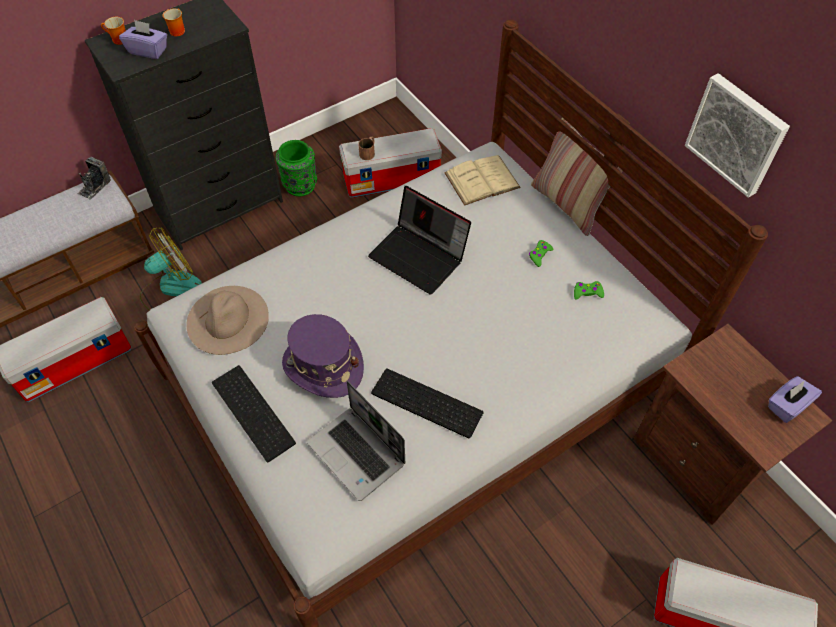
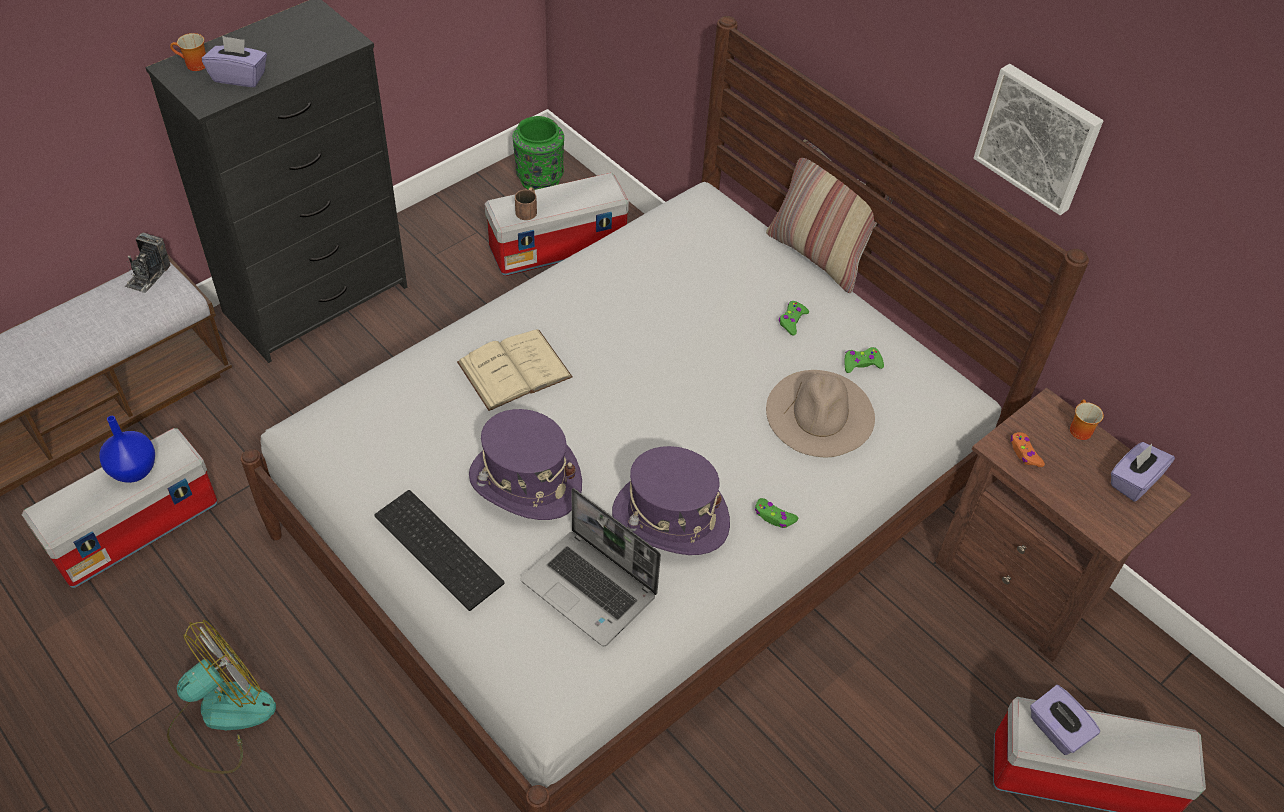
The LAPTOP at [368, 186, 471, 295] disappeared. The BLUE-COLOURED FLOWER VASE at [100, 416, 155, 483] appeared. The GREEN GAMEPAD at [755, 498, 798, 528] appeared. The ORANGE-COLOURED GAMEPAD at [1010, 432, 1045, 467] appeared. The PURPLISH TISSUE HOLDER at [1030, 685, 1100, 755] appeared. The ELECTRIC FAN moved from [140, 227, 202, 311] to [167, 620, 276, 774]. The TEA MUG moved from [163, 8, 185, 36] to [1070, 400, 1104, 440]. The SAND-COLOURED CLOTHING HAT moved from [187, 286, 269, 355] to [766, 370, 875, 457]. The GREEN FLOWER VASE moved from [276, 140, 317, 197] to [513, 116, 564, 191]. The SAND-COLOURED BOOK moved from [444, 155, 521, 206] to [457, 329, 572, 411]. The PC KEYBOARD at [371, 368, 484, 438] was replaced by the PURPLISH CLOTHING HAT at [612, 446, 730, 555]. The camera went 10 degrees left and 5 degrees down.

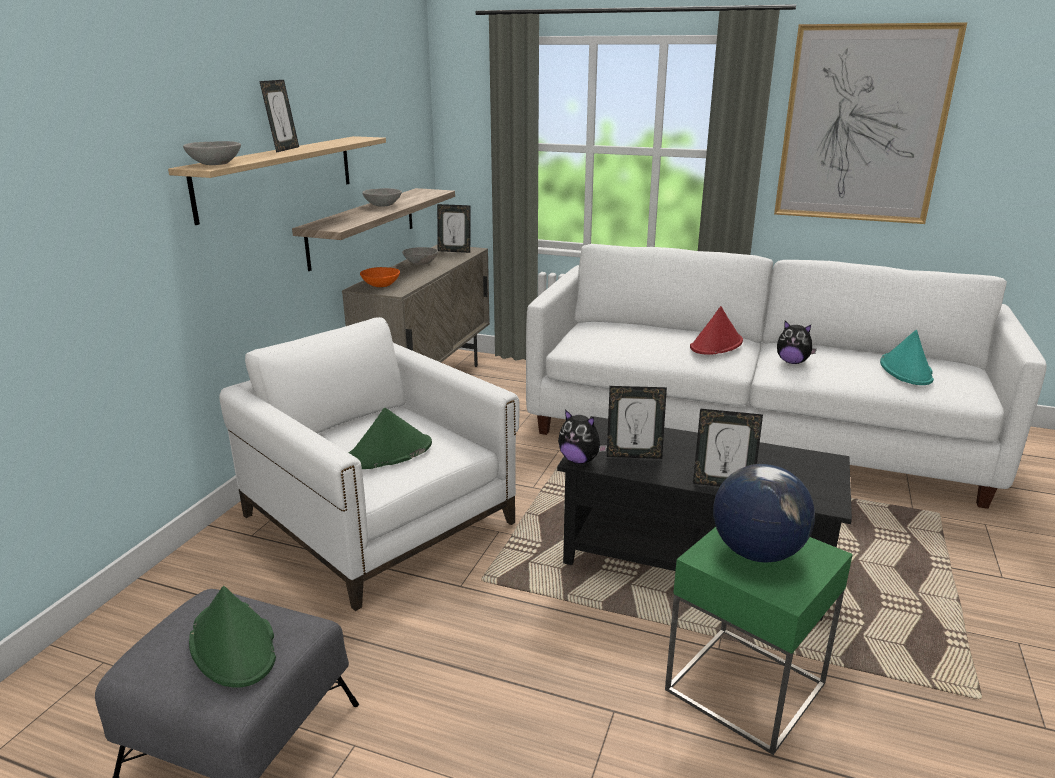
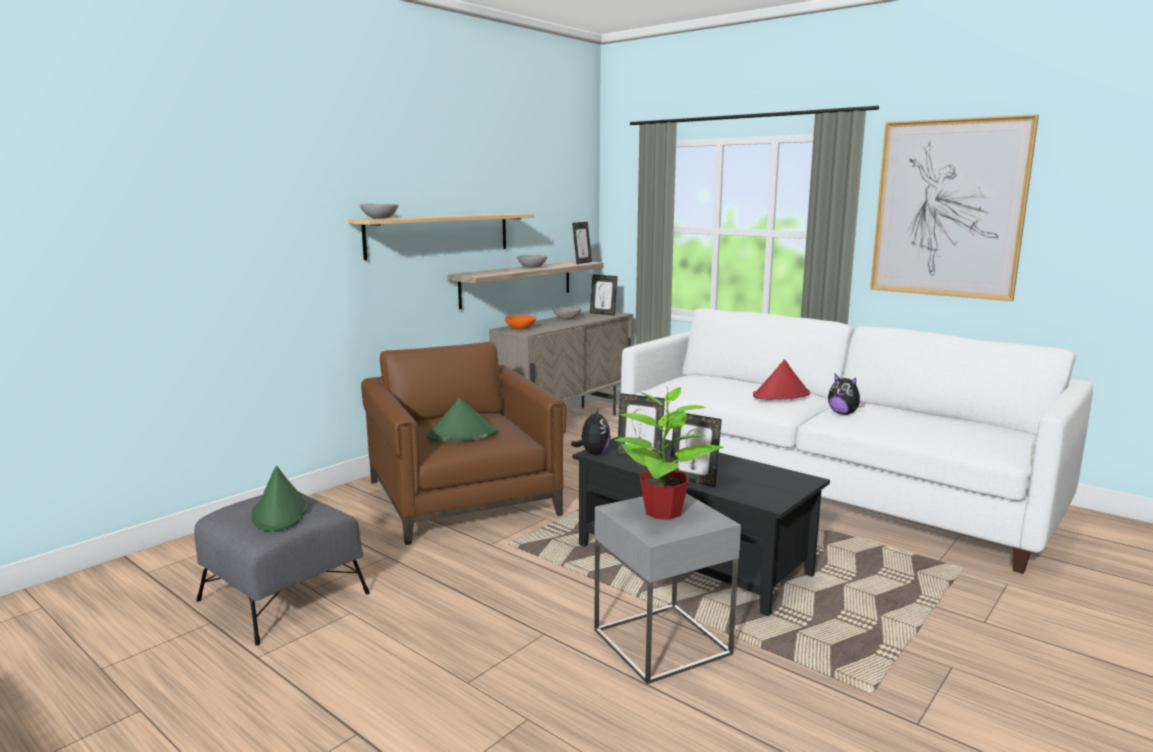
The TURQUOISE-COLOURED CLOTHING HAT at [880, 330, 934, 385] disappeared. The PHOTO FRAME moved from [259, 80, 299, 153] to [572, 222, 592, 264]. The WORLD GLOBE at [713, 464, 815, 562] was replaced by the PLANT IN A POT at [614, 386, 724, 520]. The WHITE EASY CHAIR at [219, 317, 519, 611] became the BROWNISH EASY CHAIR at [361, 342, 566, 545]. The GREEN ACCENT TABLE at [665, 527, 853, 755] became the GRAY ACCENT TABLE at [594, 493, 741, 684]. The CUDDLY TOY at [558, 410, 607, 464] turned 135 degrees counterclockwise. The camera went 20 degrees right and 10 degrees down.

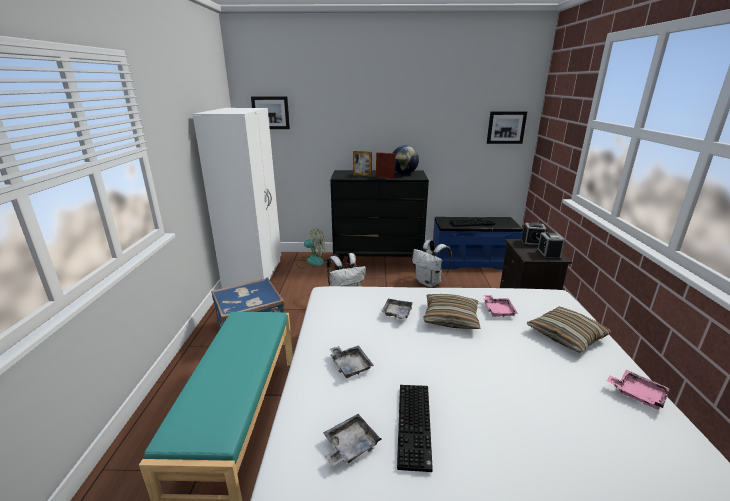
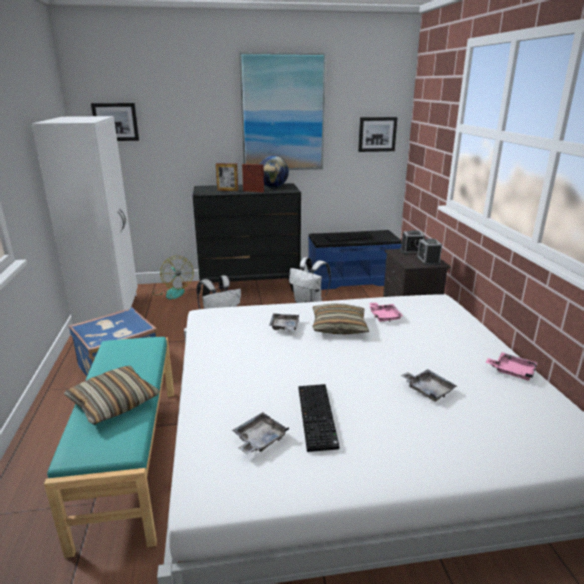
The WALL PICTURE at [239, 52, 326, 170] appeared. The GRAY SERVING TRAY moved from [330, 345, 374, 378] to [400, 369, 457, 402]. The CUSHION moved from [527, 307, 611, 353] to [64, 366, 160, 425]. The ELECTRIC FAN at [296, 228, 325, 269] turned 60 degrees clockwise. The camera went 10 degrees left and 0 degrees up.

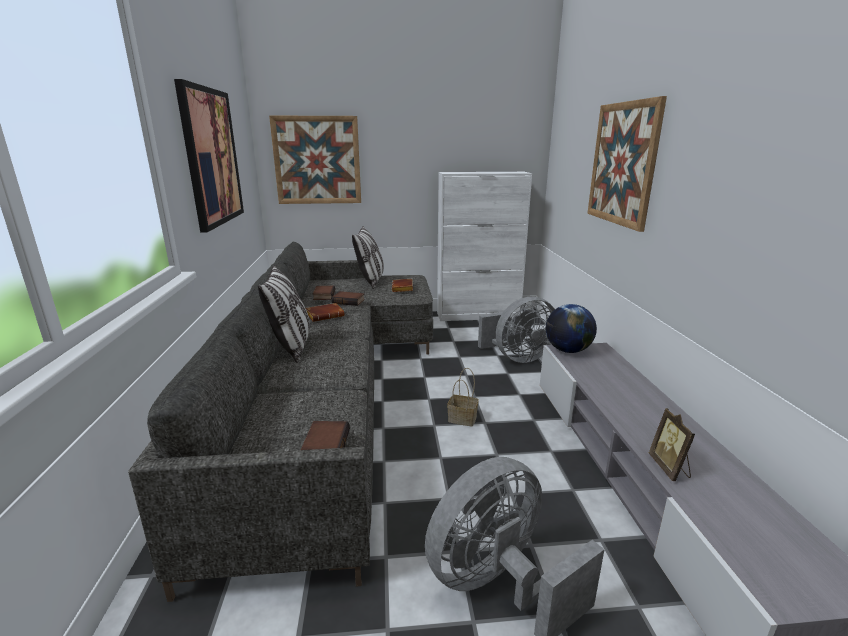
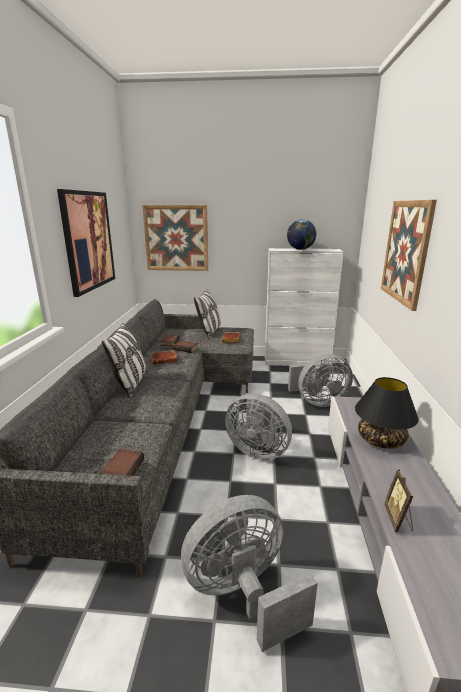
The BLACKISH TABLE LAMP at [355, 377, 419, 449] appeared. The WORLD GLOBE moved from [546, 304, 597, 353] to [287, 219, 316, 250]. The BASKET at [447, 368, 479, 426] was replaced by the GRAY ELECTRIC FAN at [225, 394, 292, 460]. The camera went 10 degrees right and 0 degrees up.

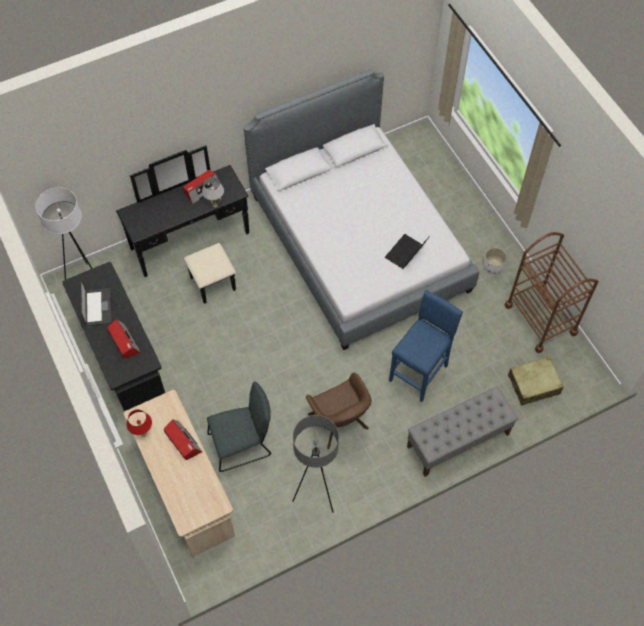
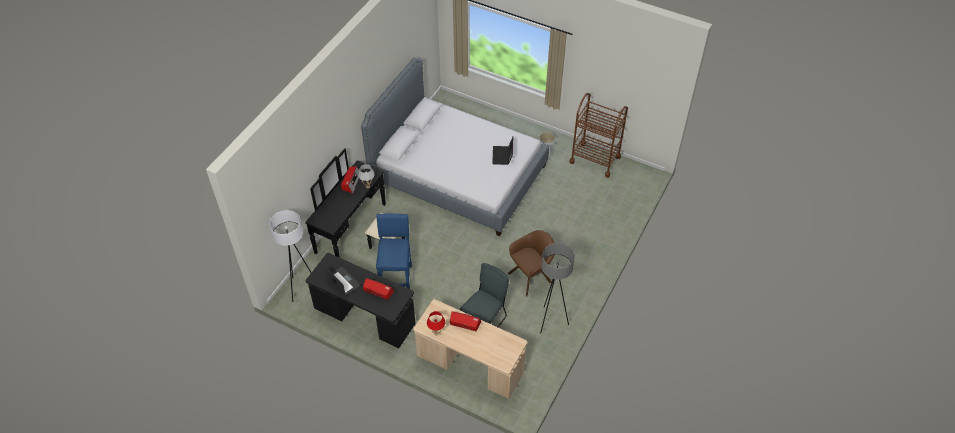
The GRAY LONG SEAT at [407, 386, 518, 477] disappeared. The SAND-COLOURED PIECE OF LUGGAGE at [508, 356, 563, 406] disappeared. The BLUE-COLOURED STOOL moved from [389, 290, 463, 402] to [376, 214, 412, 289]. The BROWNISH EASY CHAIR at [306, 373, 372, 449] turned 60 degrees counterclockwise. The camera went 35 degrees left and 10 degrees down.

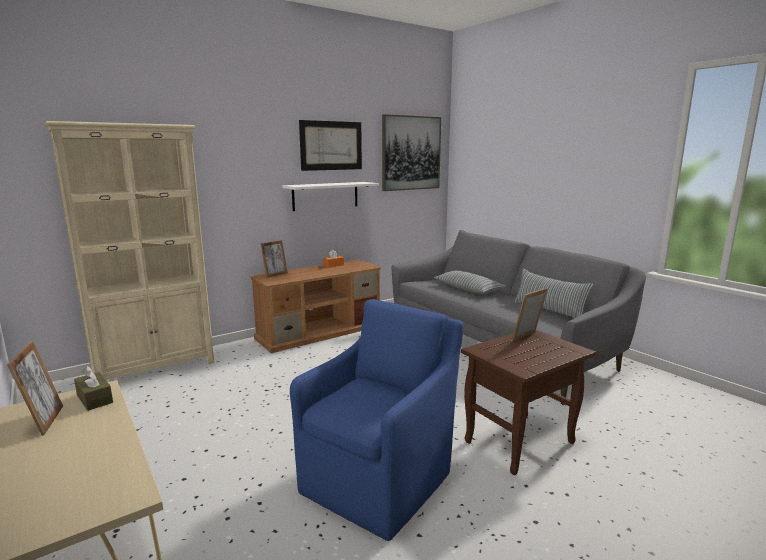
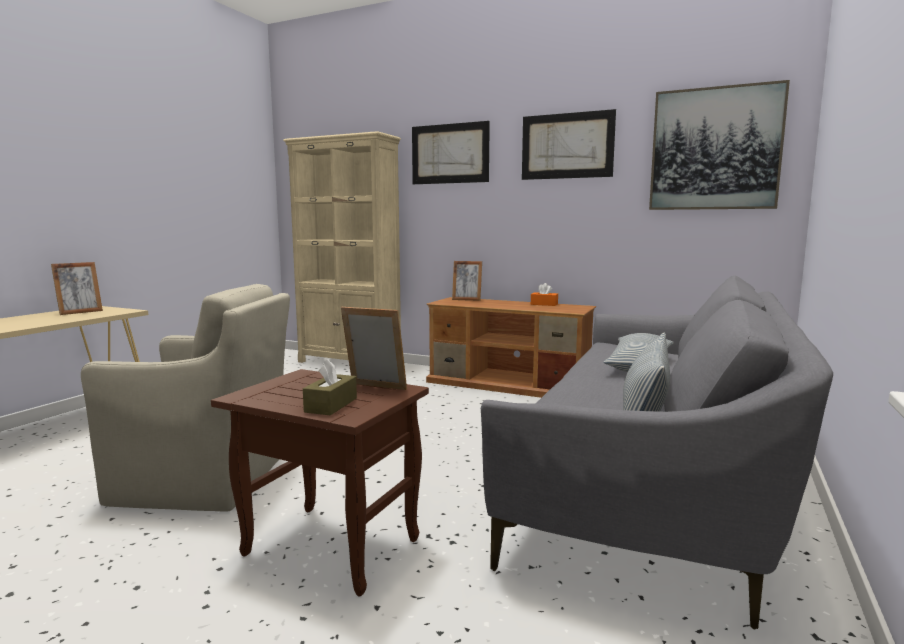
The WHITE WALL SHELF at [282, 182, 379, 211] disappeared. The WALL PICTURE at [412, 121, 490, 184] appeared. The BROWNISH TISSUE HOLDER moved from [74, 366, 113, 411] to [303, 359, 357, 415]. The BLUE-COLOURED EASY CHAIR at [290, 299, 463, 541] became the SAND-COLOURED EASY CHAIR at [81, 284, 290, 512]. The camera went 60 degrees right and 5 degrees down.

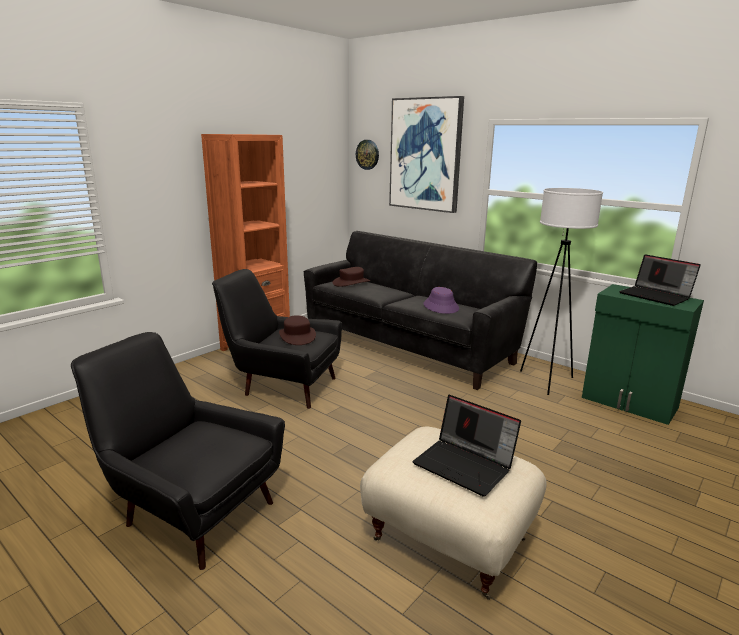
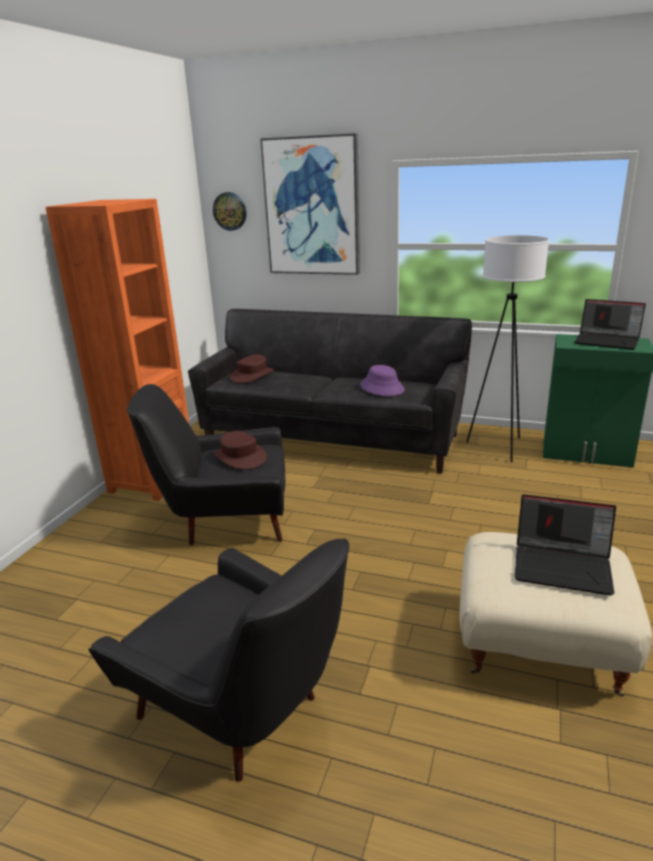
The BLACKISH EASY CHAIR at [71, 332, 285, 570] turned 150 degrees counterclockwise. The camera went 20 degrees left and 5 degrees up.

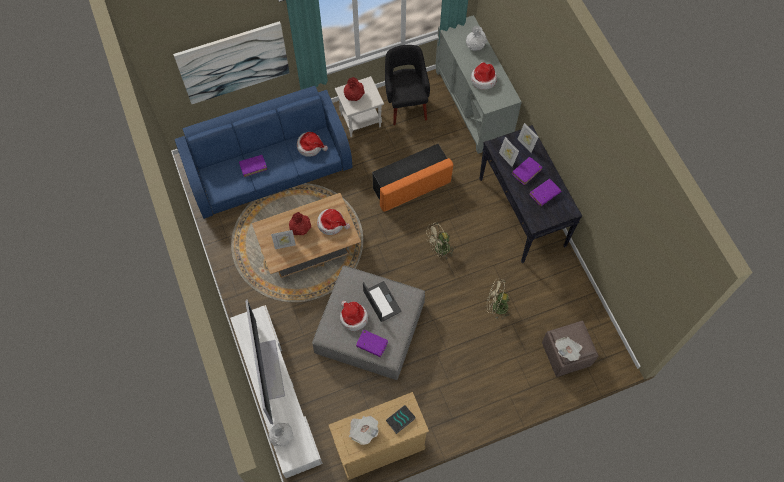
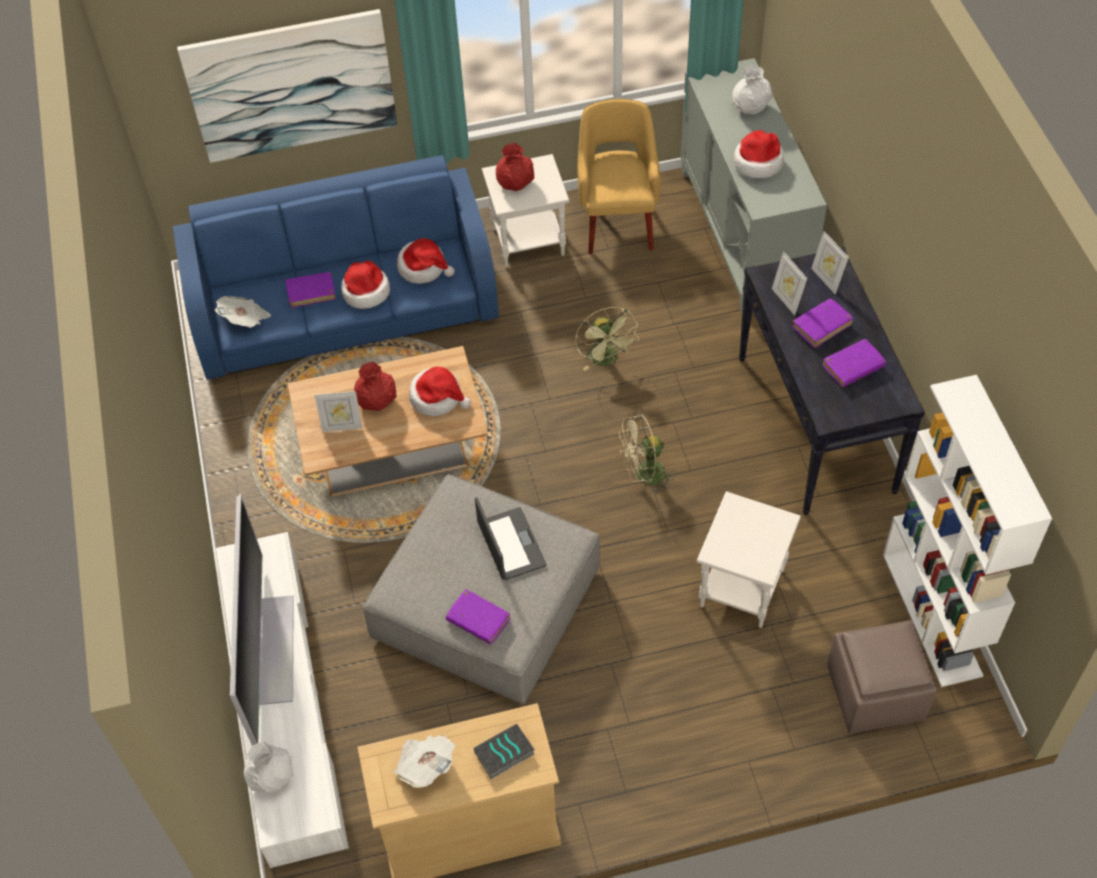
The WHITE BOOKCASE at [883, 375, 1052, 687] appeared. The CLOTHING HAT moved from [340, 301, 368, 331] to [341, 260, 390, 309]. The NEWSPAPER moved from [555, 337, 582, 361] to [215, 296, 271, 328]. The ORANGE-COLOURED FOOTREST at [372, 144, 453, 212] was replaced by the GREEN ELECTRIC FAN at [575, 307, 639, 371]. The SAND-COLOURED ELECTRIC FAN at [486, 278, 512, 320] was replaced by the WHITE ACCENT TABLE at [697, 491, 801, 628]. The BLACKISH EASY CHAIR at [385, 45, 430, 125] became the YELLOWISH EASY CHAIR at [578, 99, 661, 254]. The camera went 10 degrees right and 10 degrees down.

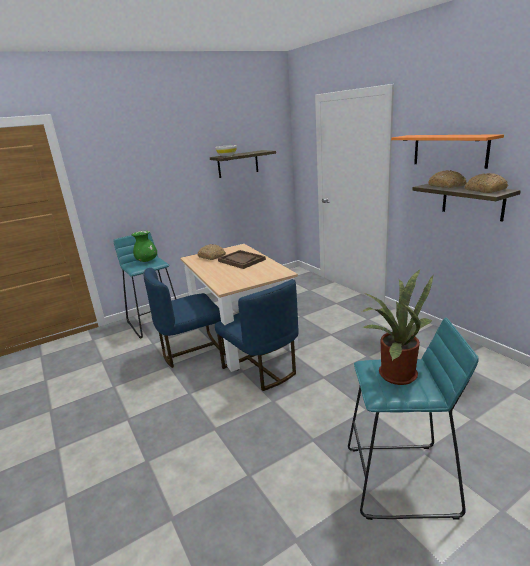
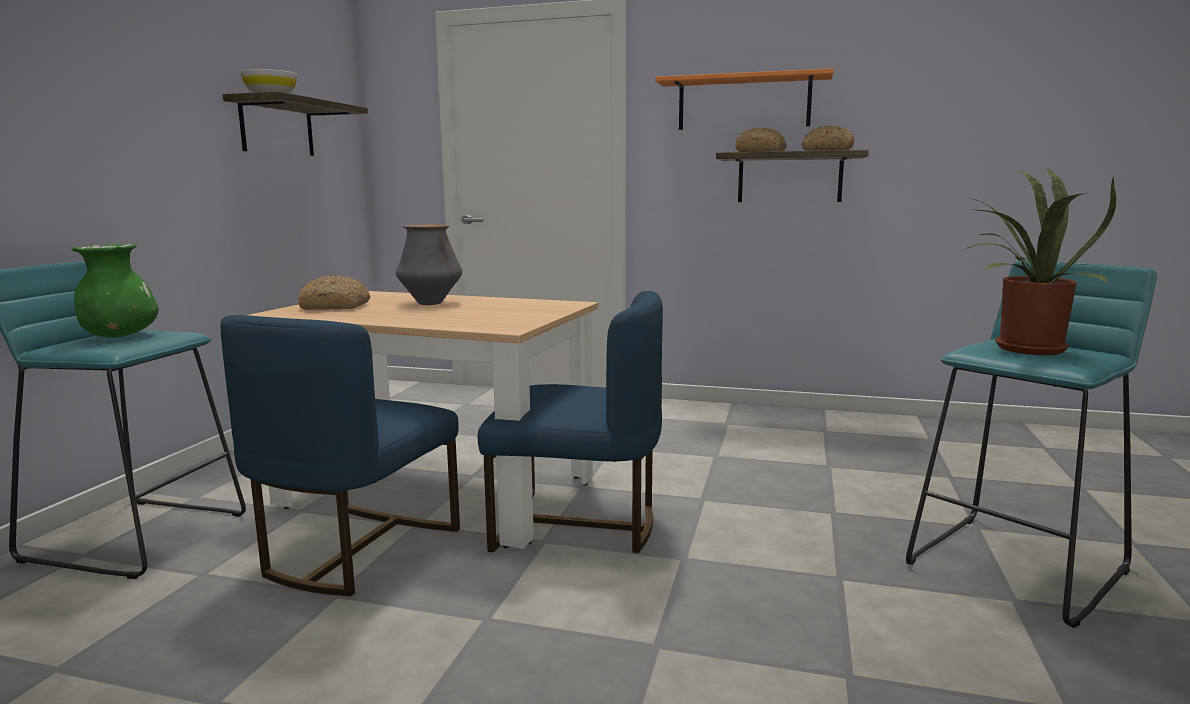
The BROWNISH SERVING TRAY at [218, 250, 266, 269] was replaced by the FLOWER VASE at [396, 225, 462, 305]. The camera went 45 degrees left and 10 degrees down.

